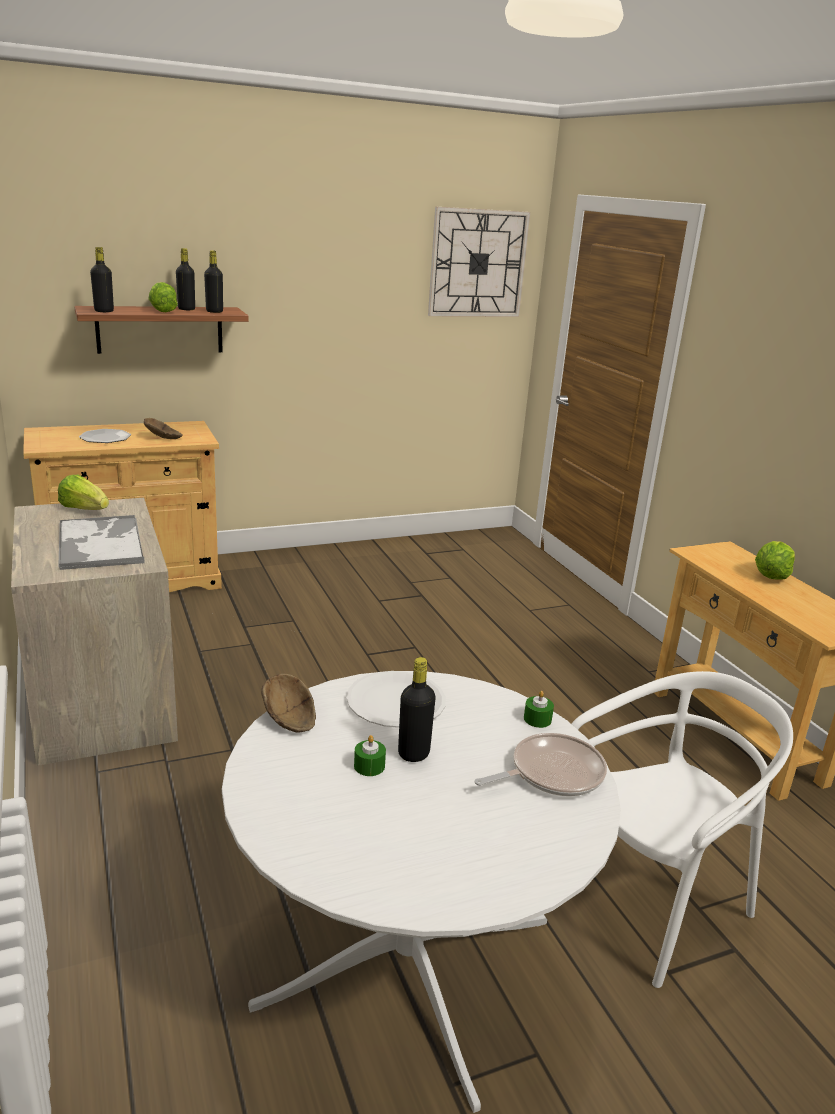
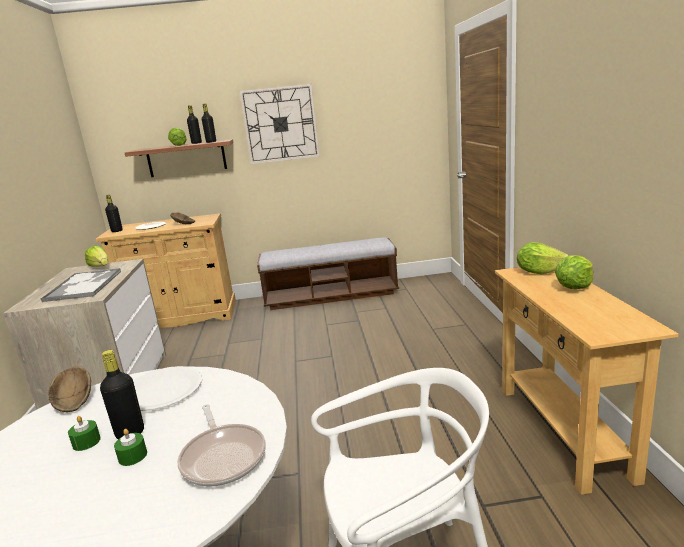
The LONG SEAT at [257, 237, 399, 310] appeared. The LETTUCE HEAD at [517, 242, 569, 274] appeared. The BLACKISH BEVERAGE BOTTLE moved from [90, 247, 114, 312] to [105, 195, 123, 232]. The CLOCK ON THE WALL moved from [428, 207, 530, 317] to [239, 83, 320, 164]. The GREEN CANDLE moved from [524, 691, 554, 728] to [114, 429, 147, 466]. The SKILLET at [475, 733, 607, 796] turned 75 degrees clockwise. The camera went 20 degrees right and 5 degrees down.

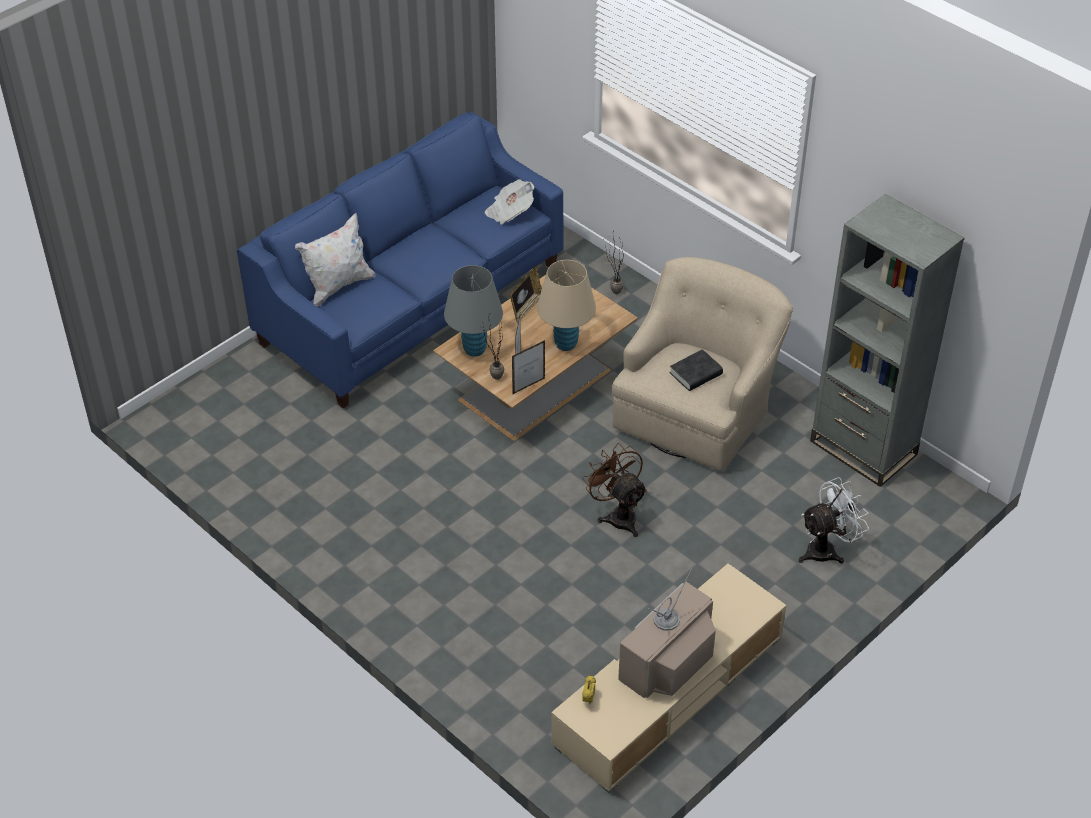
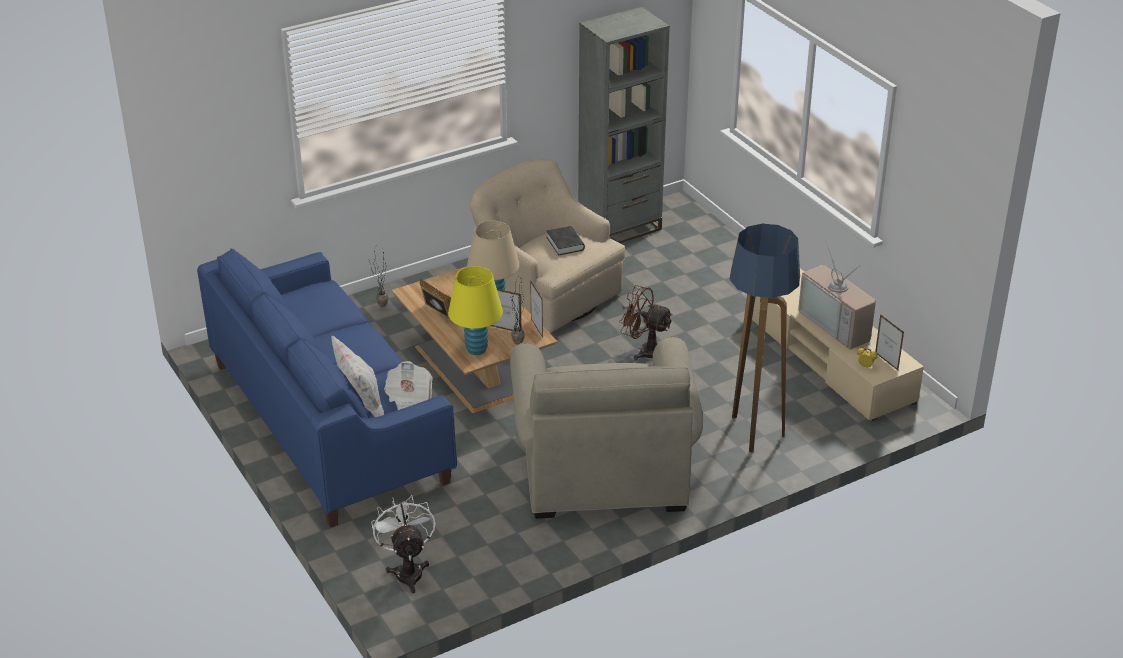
The SAND-COLOURED EASY CHAIR at [510, 336, 703, 519] appeared. The FLOOR LAMP at [729, 224, 800, 453] appeared. The PHOTO FRAME at [875, 314, 904, 371] appeared. The NEWSPAPER moved from [485, 179, 535, 224] to [384, 361, 433, 410]. The WHITE ELECTRIC FAN moved from [799, 477, 869, 564] to [371, 495, 435, 593]. The GRAY TABLE LAMP at [444, 265, 503, 357] became the YELLOWISH TABLE LAMP at [448, 266, 503, 355]. The BROWNISH ELECTRIC FAN at [582, 443, 647, 537] turned 45 degrees clockwise. The camera went 75 degrees left and 10 degrees down.

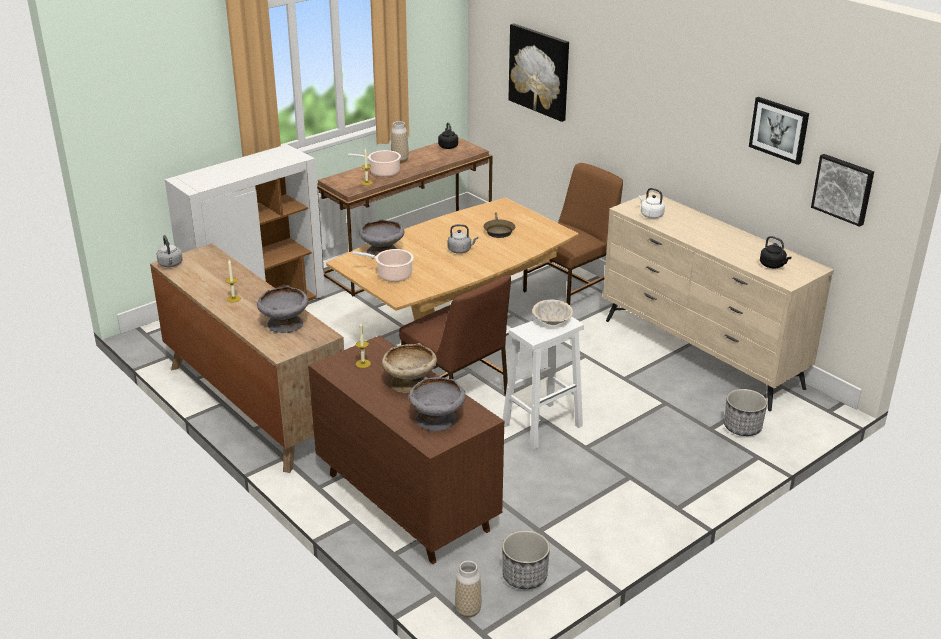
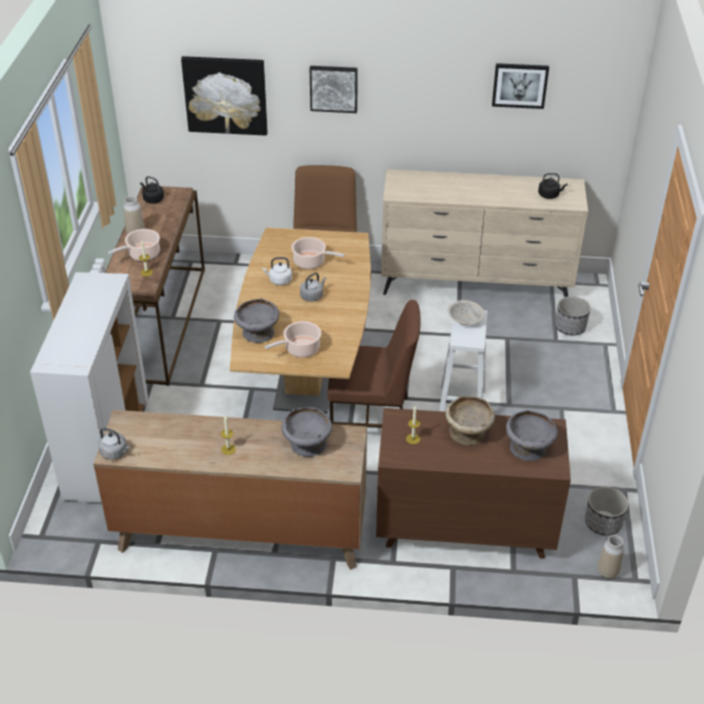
The WHITE TEA KETTLE moved from [639, 188, 665, 219] to [262, 257, 292, 285]. The WALL PICTURE moved from [811, 154, 874, 227] to [310, 66, 358, 113]. The BROWNISH SKILLET at [483, 212, 515, 238] was replaced by the SAUCEPOT at [291, 237, 345, 269]. The camera went 45 degrees left and 10 degrees up.

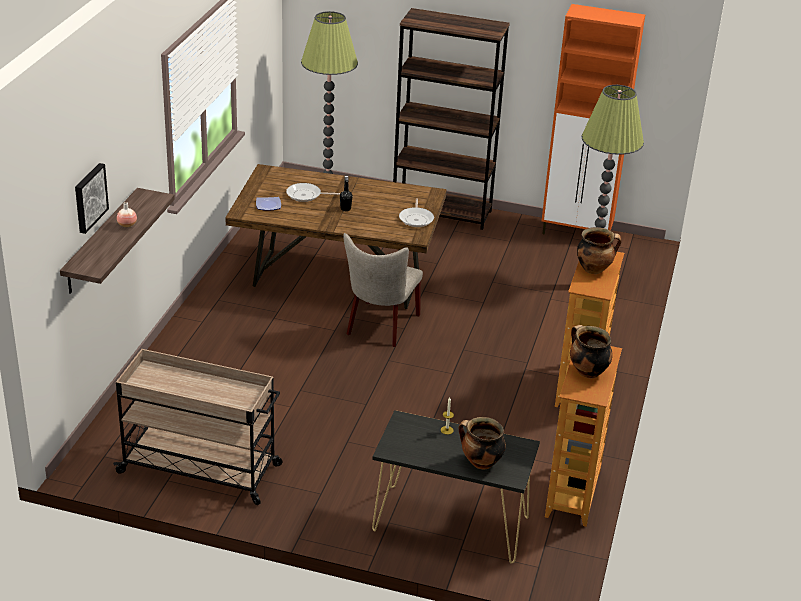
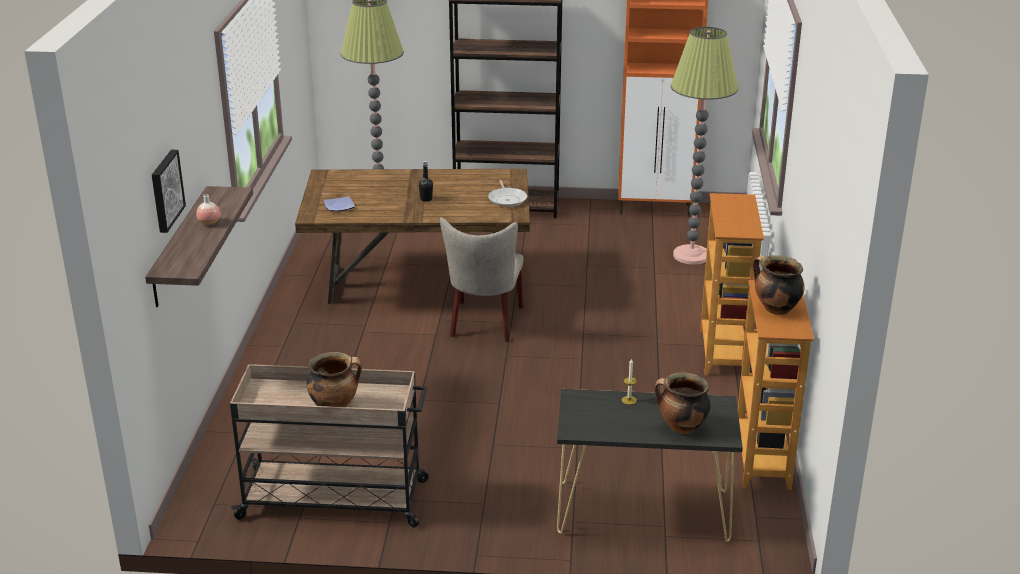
The SKILLET at [286, 183, 340, 202] disappeared. The SAUCEPOT moved from [577, 227, 621, 274] to [307, 352, 362, 407]. The camera went 10 degrees left and 5 degrees down.

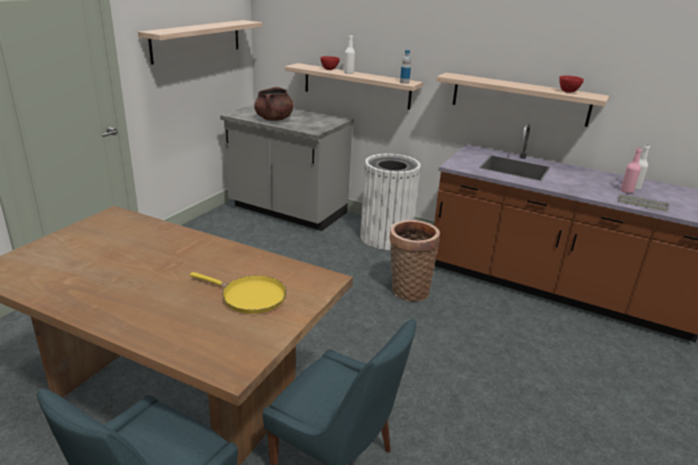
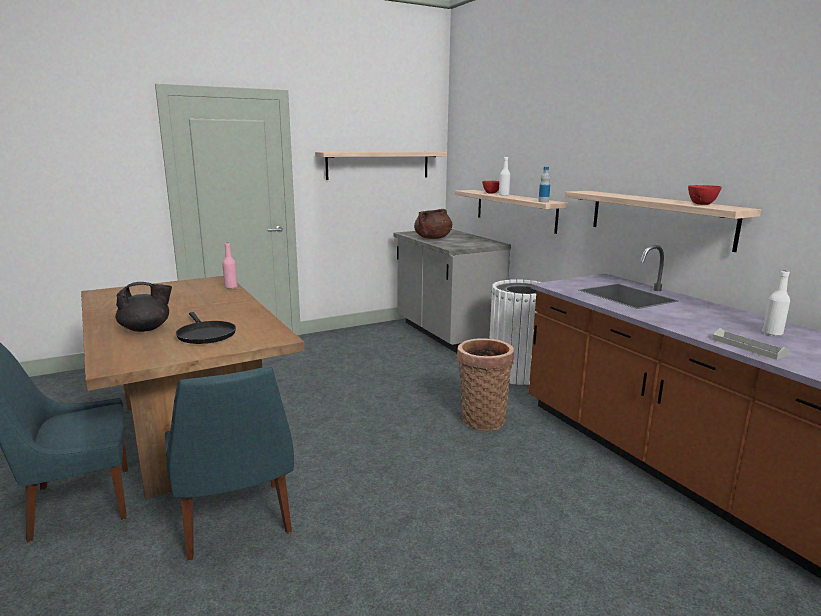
The BLACKISH POT FOR TEA at [116, 282, 172, 332] appeared. The PINK-COLOURED BEVERAGE BOTTLE moved from [620, 148, 642, 194] to [222, 243, 238, 289]. The YELLOWISH SKILLET at [190, 272, 287, 314] became the BLACKISH SKILLET at [176, 312, 236, 344]. The camera went 35 degrees right and 10 degrees down.

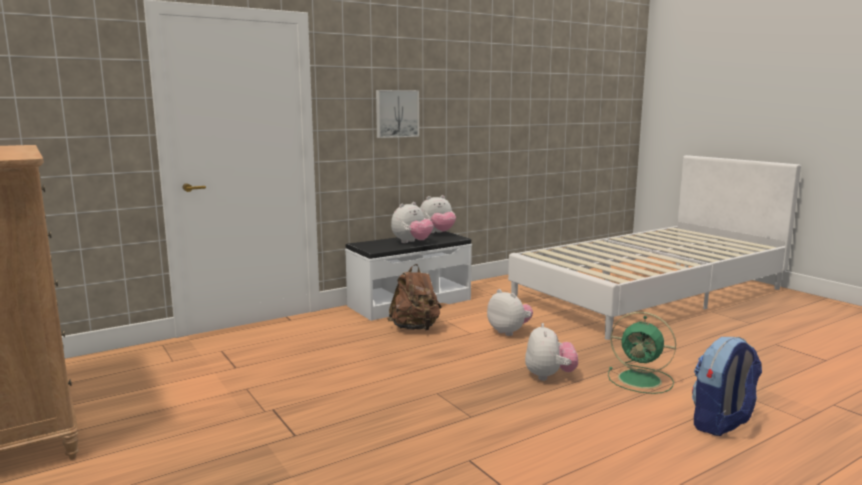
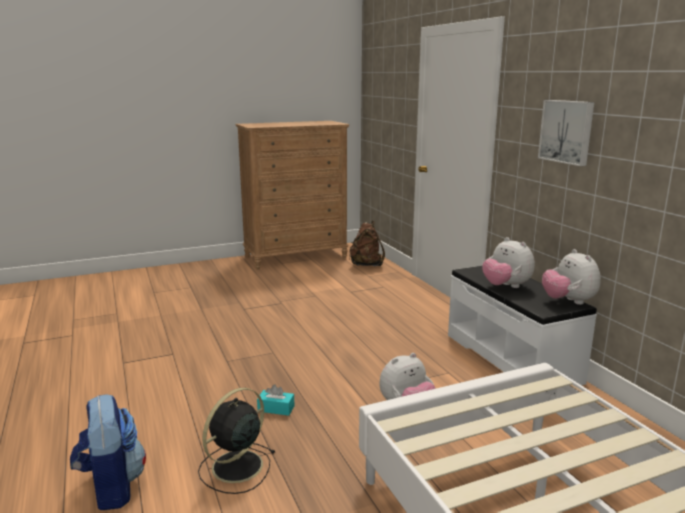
The BROWNISH RUCKSACK moved from [387, 264, 441, 331] to [349, 221, 385, 266]. The CUDDLY TOY at [525, 323, 578, 381] was replaced by the TURQUOISE-COLOURED TISSUE HOLDER at [257, 384, 294, 416]. The GREEN ELECTRIC FAN at [608, 312, 676, 394] became the BLACKISH ELECTRIC FAN at [198, 388, 275, 494]. The camera went 100 degrees right and 5 degrees up.

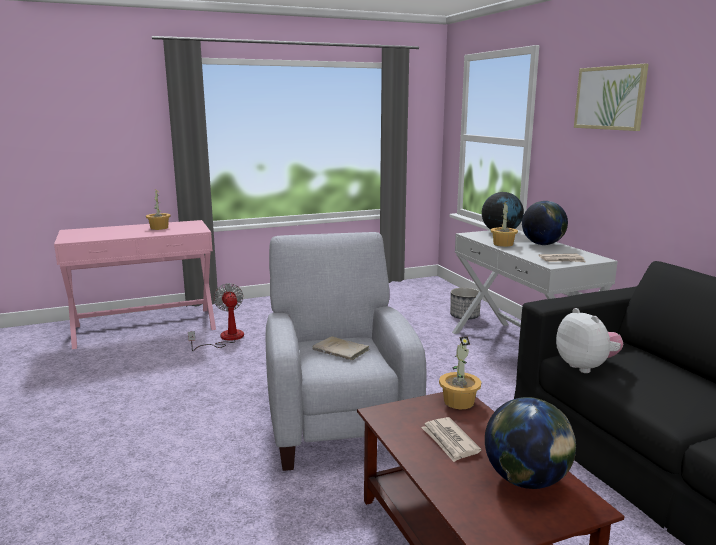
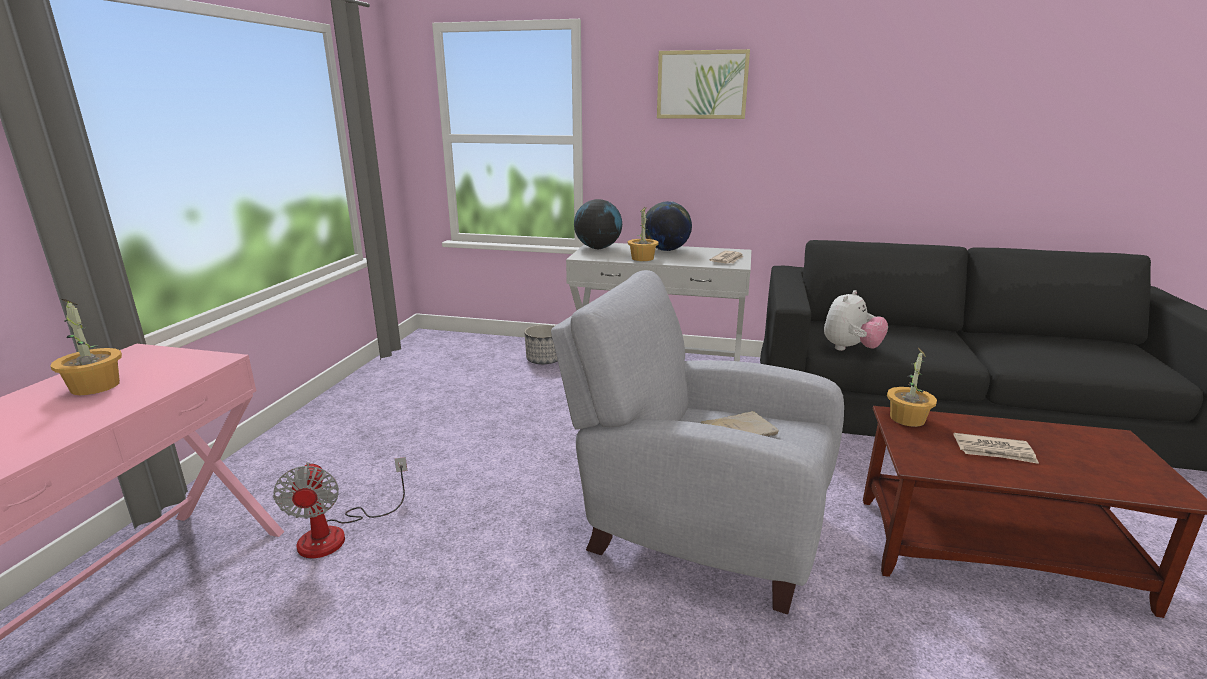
The WORLD GLOBE at [485, 397, 576, 489] disappeared. The ELECTRIC FAN at [188, 283, 244, 351] turned 120 degrees counterclockwise. The CUDDLY TOY at [556, 308, 623, 373] turned 120 degrees clockwise. The camera went 55 degrees left and 5 degrees up.

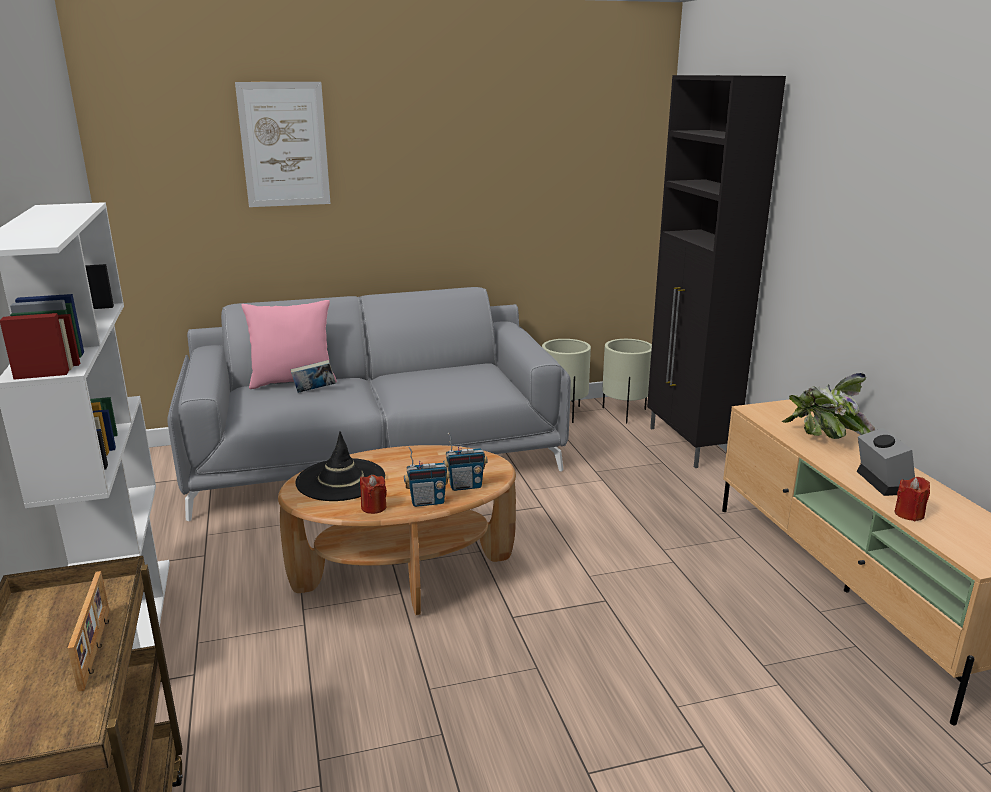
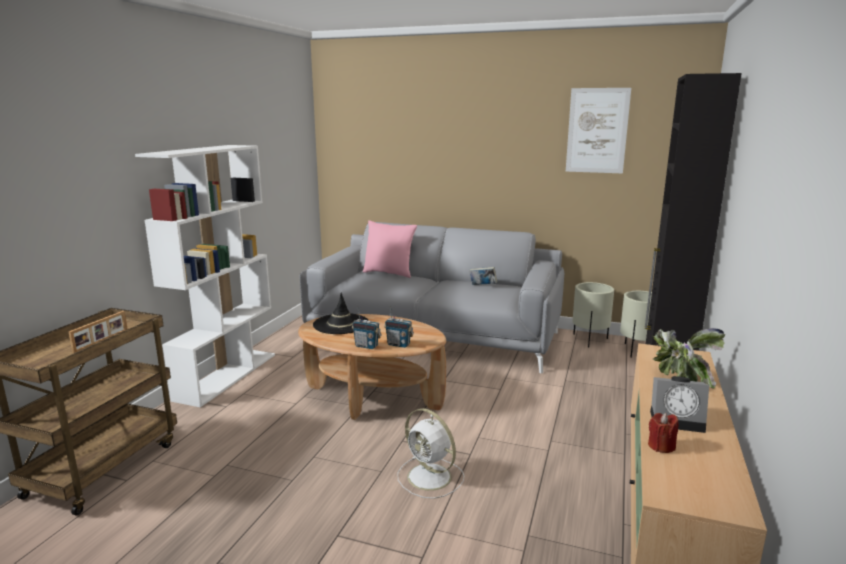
The RED CANDLE at [360, 475, 387, 514] disappeared. The WHITE ELECTRIC FAN at [397, 408, 464, 499] appeared. The WALL PICTURE moved from [235, 82, 330, 207] to [566, 88, 631, 174]. The BOOK moved from [291, 360, 336, 393] to [469, 267, 498, 285]. The ALARM CLOCK at [857, 428, 915, 496] turned 75 degrees clockwise. The camera went 35 degrees right and 5 degrees down.

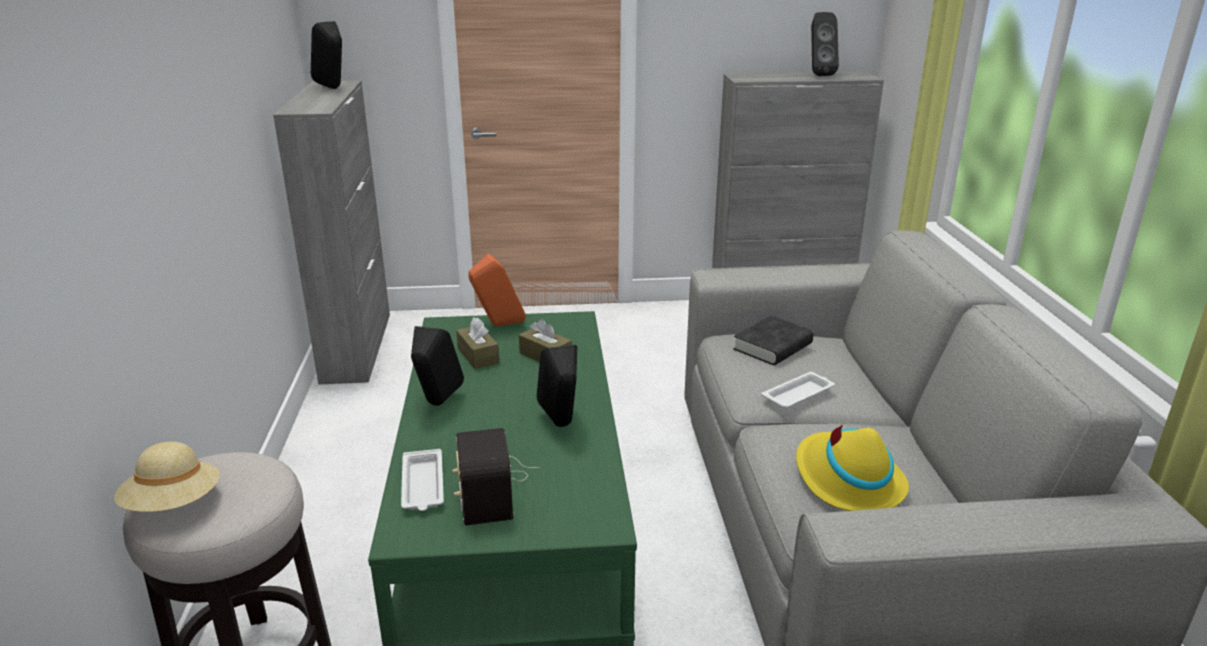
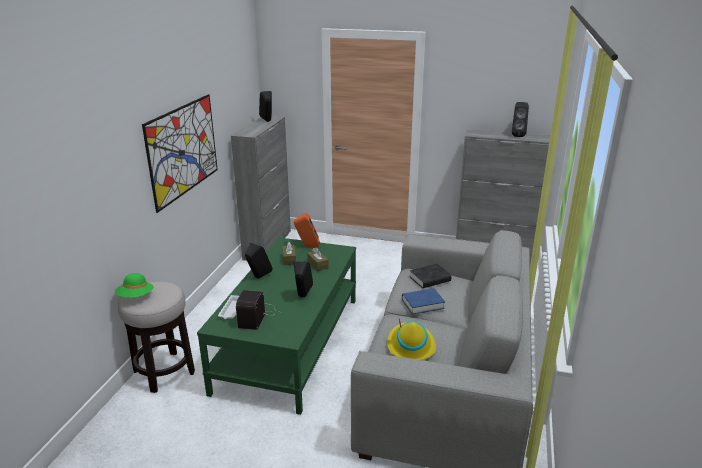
The WALL PICTURE at [142, 94, 218, 213] appeared. The WHITE SERVING TRAY at [761, 372, 835, 409] was replaced by the BLUE-COLOURED BOOK at [402, 288, 445, 315]. The SAND-COLOURED CLOTHING HAT at [114, 442, 220, 512] became the GREEN CLOTHING HAT at [115, 273, 153, 298]. The camera went 20 degrees right and 0 degrees up.

